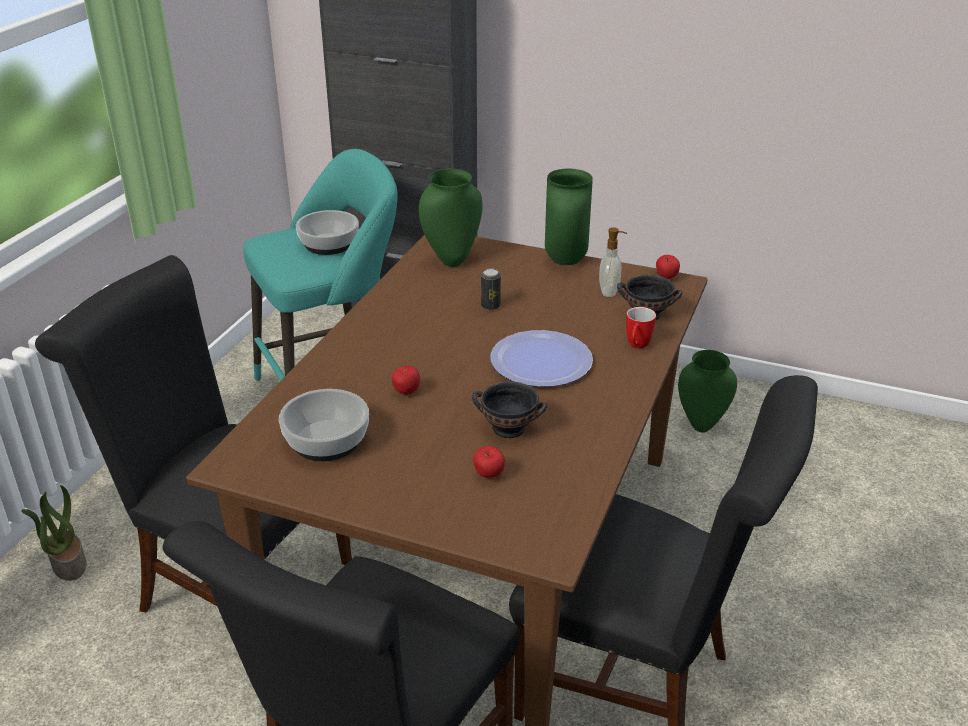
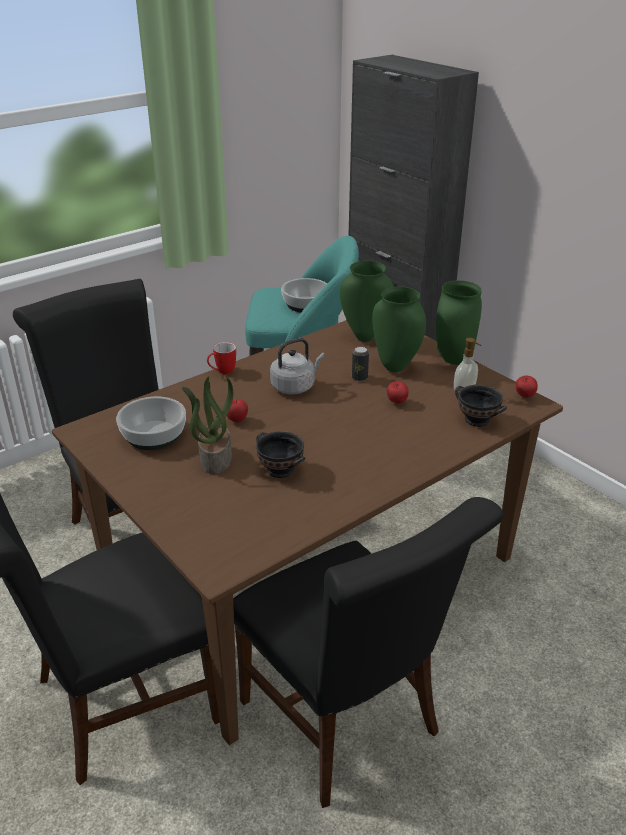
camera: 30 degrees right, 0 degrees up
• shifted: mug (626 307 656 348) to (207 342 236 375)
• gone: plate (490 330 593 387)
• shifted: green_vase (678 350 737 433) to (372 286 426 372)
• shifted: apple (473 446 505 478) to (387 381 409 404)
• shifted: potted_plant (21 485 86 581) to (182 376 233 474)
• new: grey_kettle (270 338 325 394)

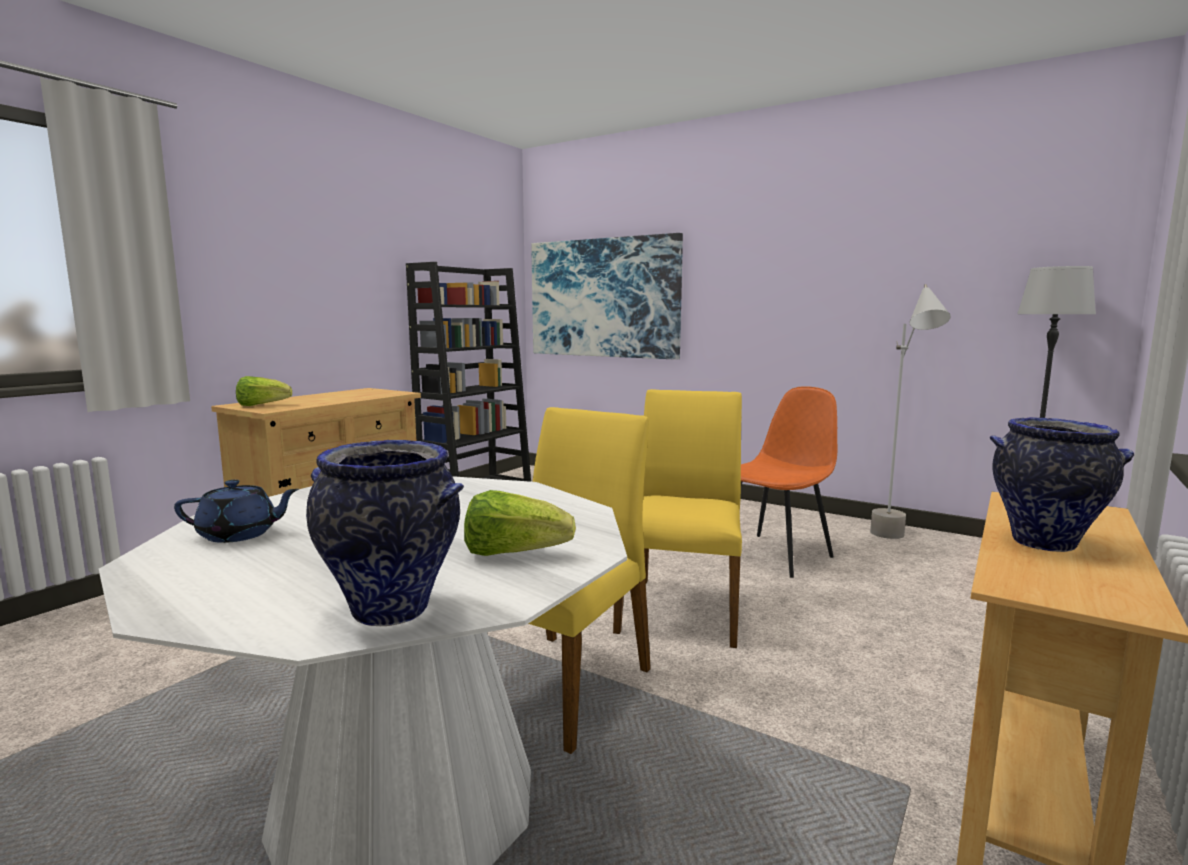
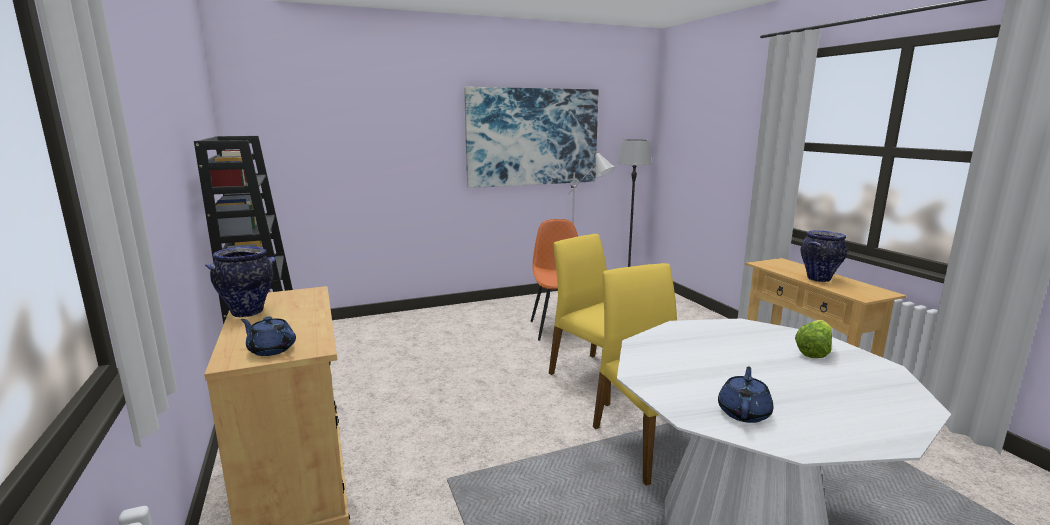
camera: 55 degrees left, 5 degrees up
• shifted: picture (531 233 683 360) to (464 87 599 188)
• swapped: lettuce (236 376 292 406) to blue_teapot (241 317 296 356)
• shifted: vase (306 440 464 626) to (205 247 275 317)

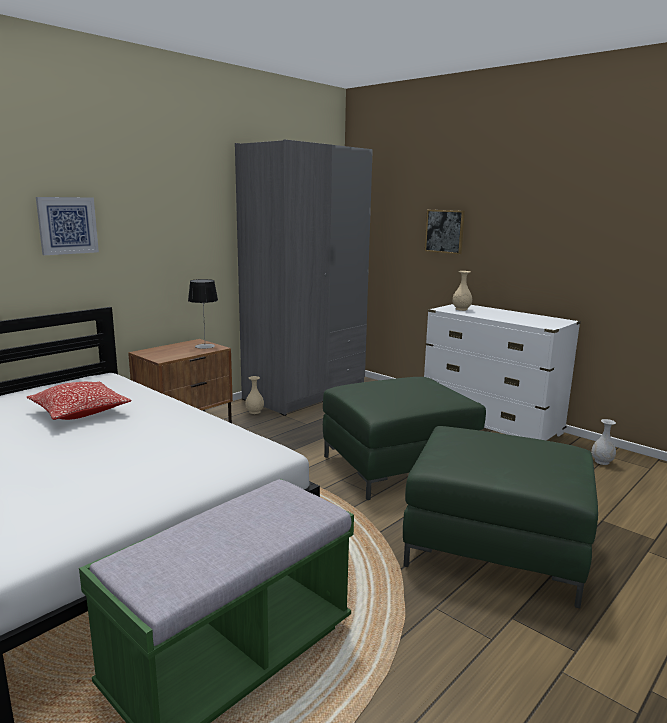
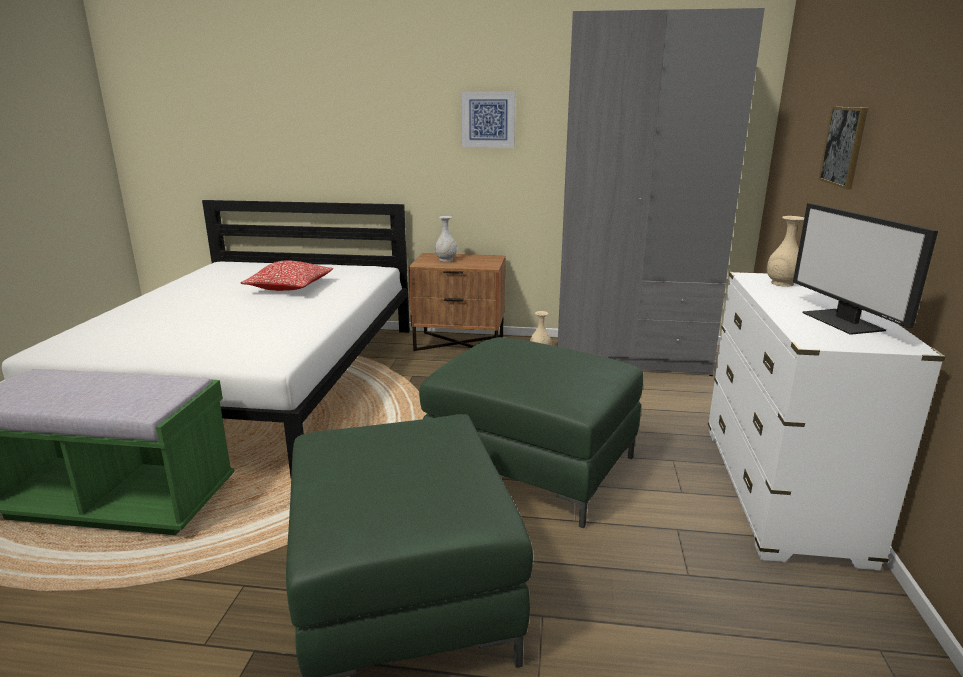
camera: 55 degrees right, 5 degrees up
• shifted: picture (36 197 99 255) to (461 91 515 148)
• gone: table_lamp (188 279 218 349)
• shifted: white_vase (591 419 616 465) to (435 216 457 262)
• new: monitor (793 203 938 335)

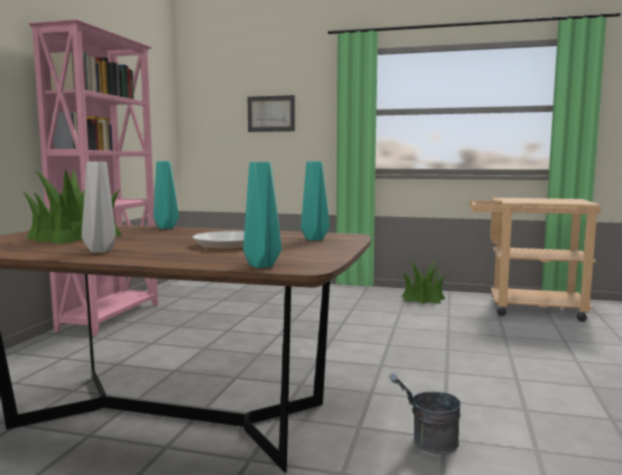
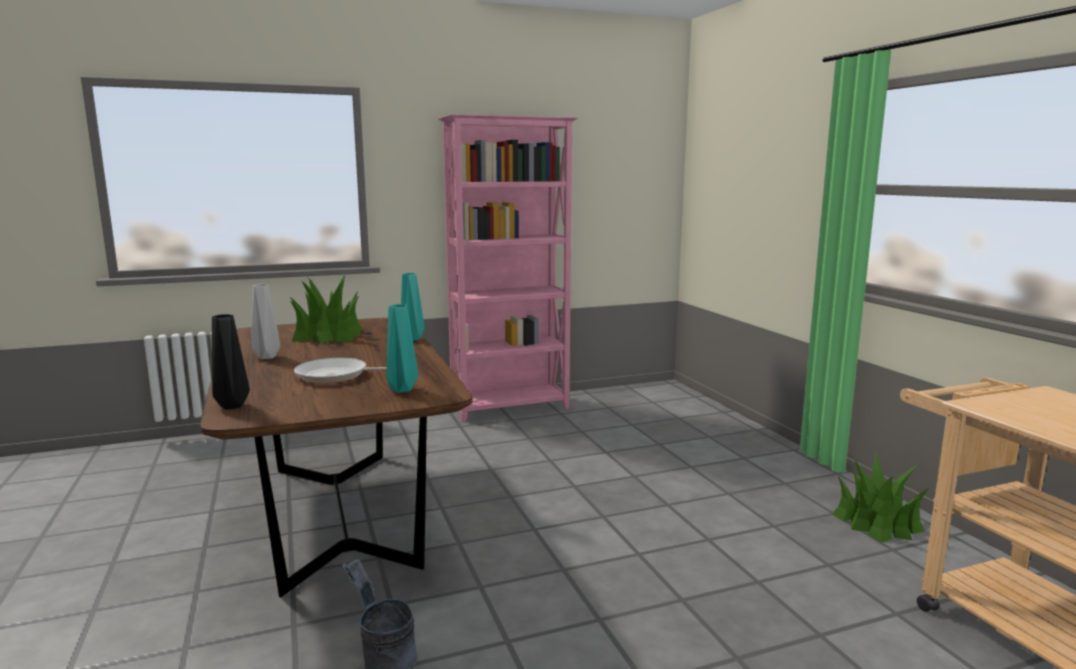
camera: 55 degrees right, 5 degrees up
• gone: picture (248 95 295 132)
• repainted: turquoise_vase (243 162 282 268) to black_vase (212 314 250 410)

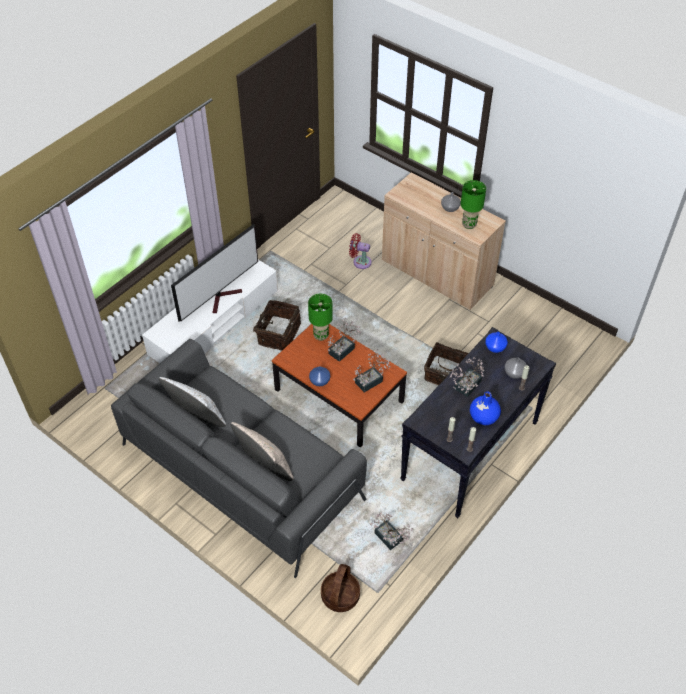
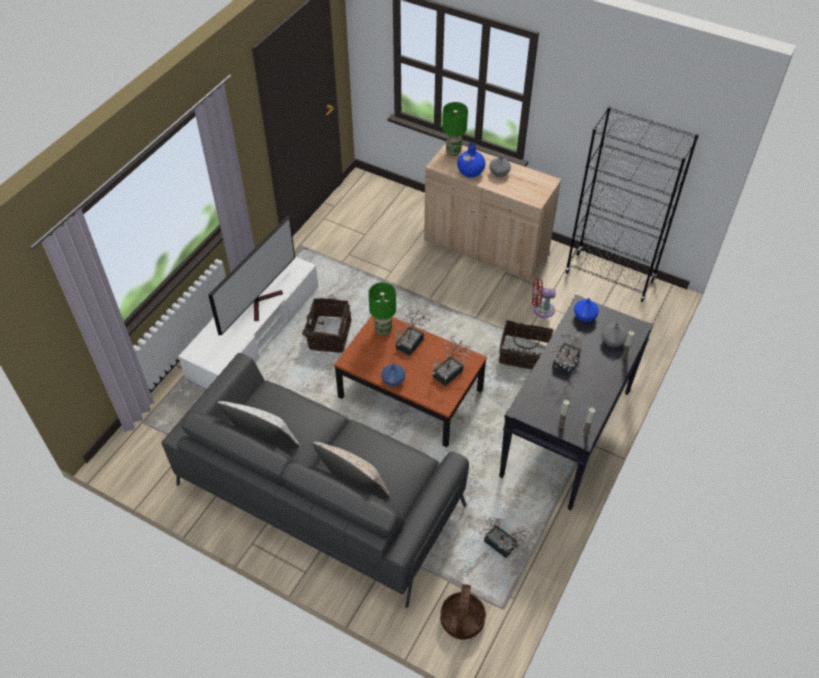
camera: 10 degrees left, 0 degrees up
• shifted: green_table_lamp (461 180 486 229) to (442 102 468 156)
• shifted: red_fan (349 233 372 269) to (532 278 556 318)
• shifted: blue_vase (470 392 501 425) to (457 143 485 178)
• new: black_bookcase (565 106 699 302)

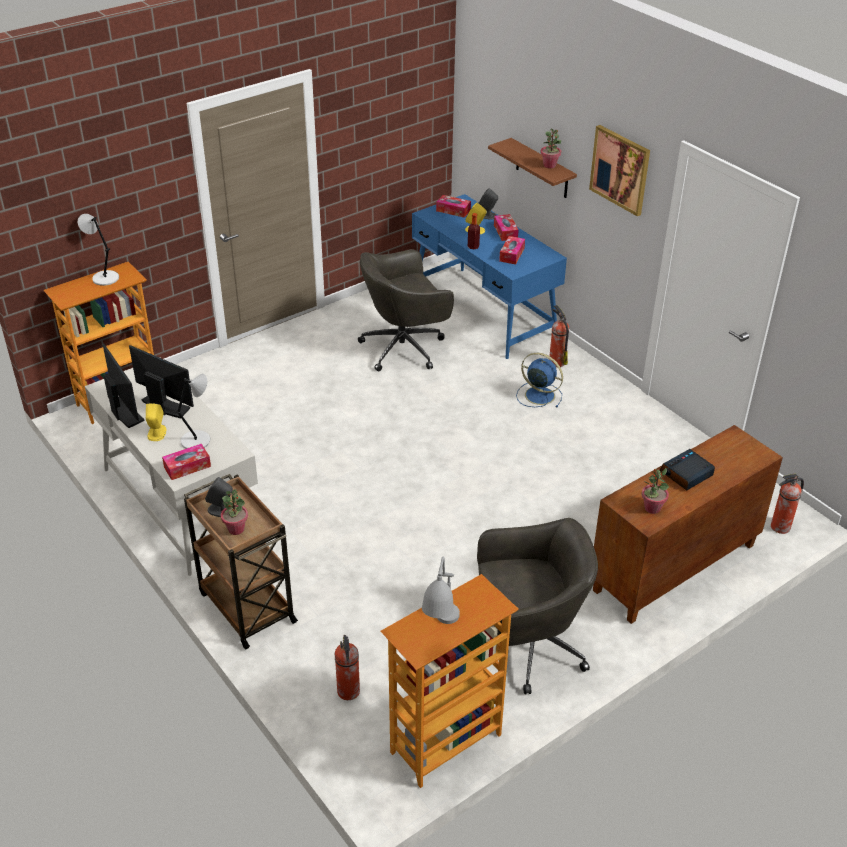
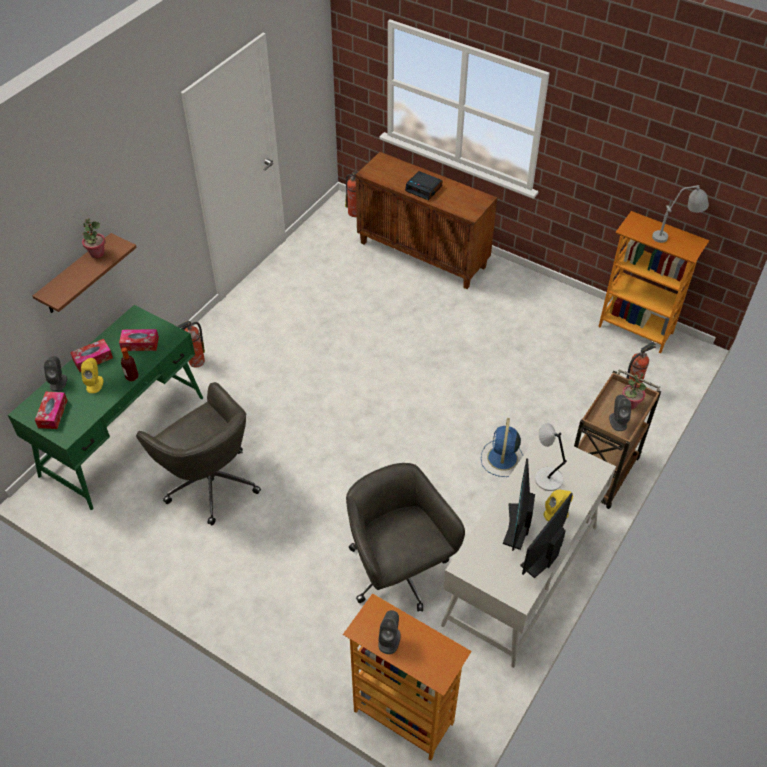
camera: 110 degrees left, 10 degrees up
• gone: picture (589 125 650 216)
• repainted: blue_desk (412 194 567 359) to green_desk (8 305 203 510)
• swapped: grey_table_lamp (78 214 119 286) to grey_speaker (378 610 401 654)
• shifted: blue_fan (516 353 563 407) to (481 418 523 477)
• gone: tissue_box (162 444 211 480)
• gone: potted_plant (642 468 669 514)
• shifted: grey_office_chair (477 518 598 694) to (346 463 465 612)

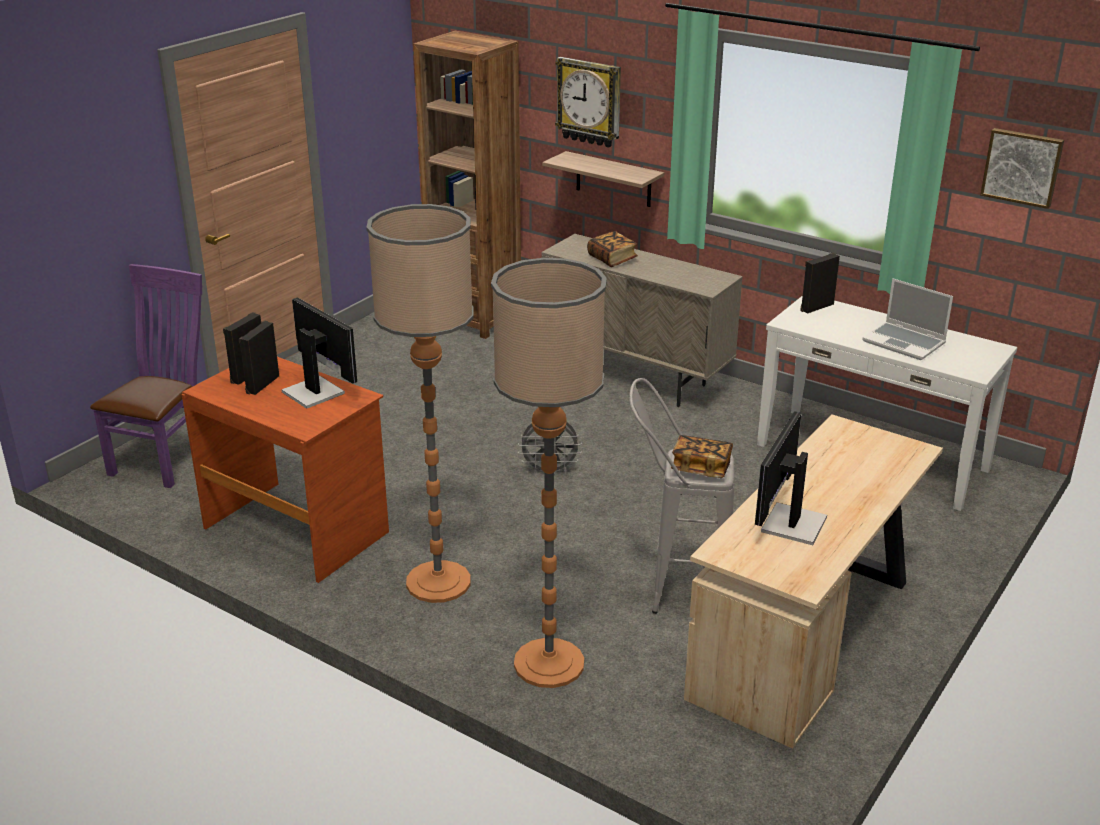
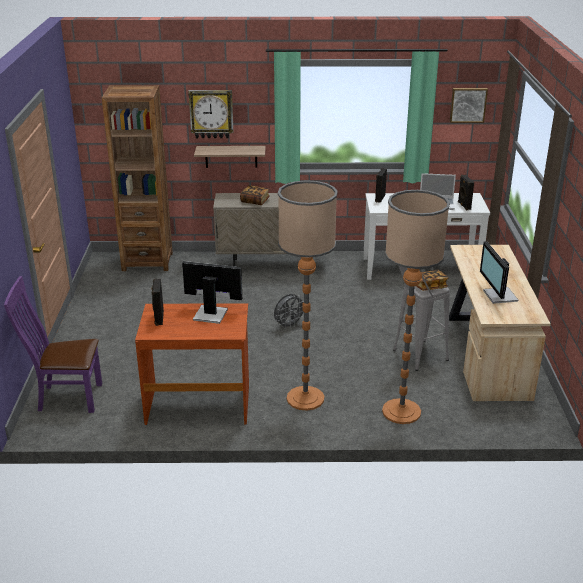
camera: 35 degrees left, 0 degrees up
• rotated: purple_chair (90 264 202 488) = (4 276 102 413) 75 degrees counterclockwise
• shifted: black_speaker (239 320 279 395) to (458 175 474 210)

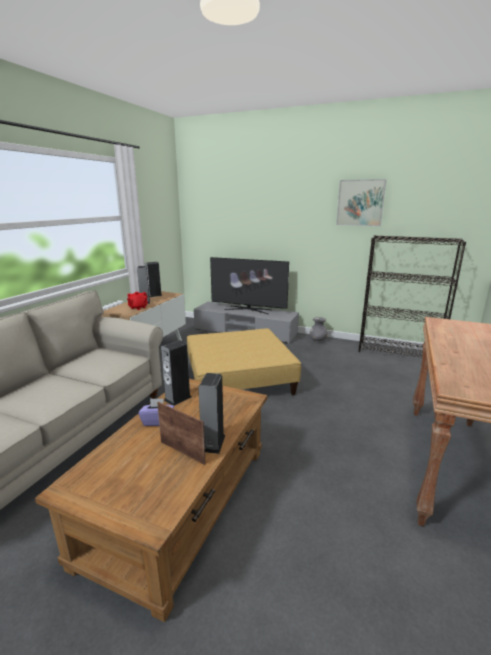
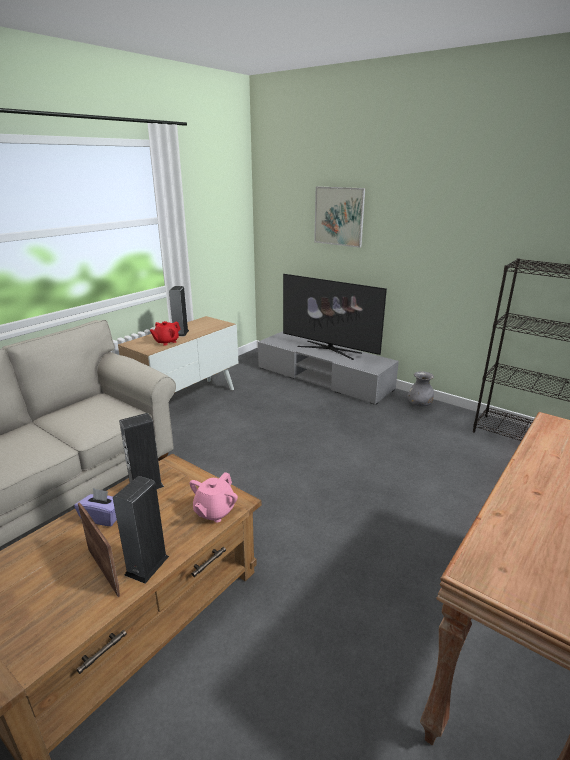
camera: 15 degrees right, 5 degrees up
• shifted: picture (336 179 387 226) to (314 186 365 248)
• gone: speaker (145 262 162 297)
• gone: beige_ottoman (187 328 301 395)
• new: pink_teapot (190 472 238 523)

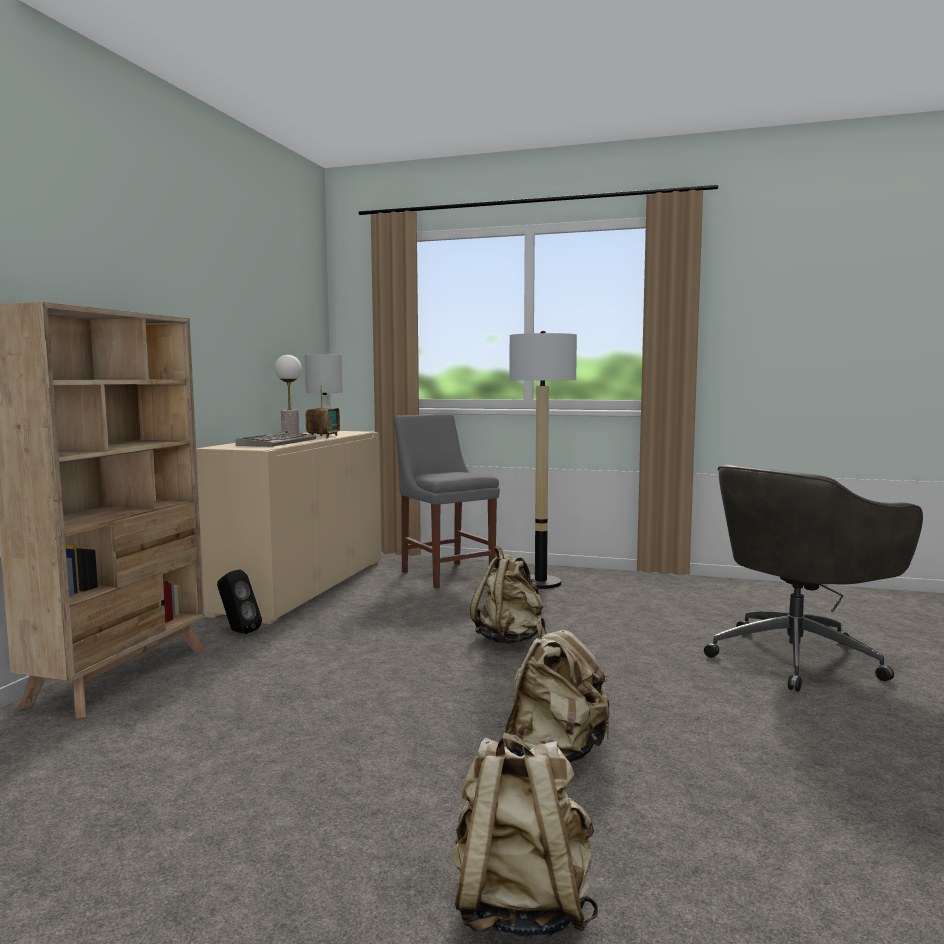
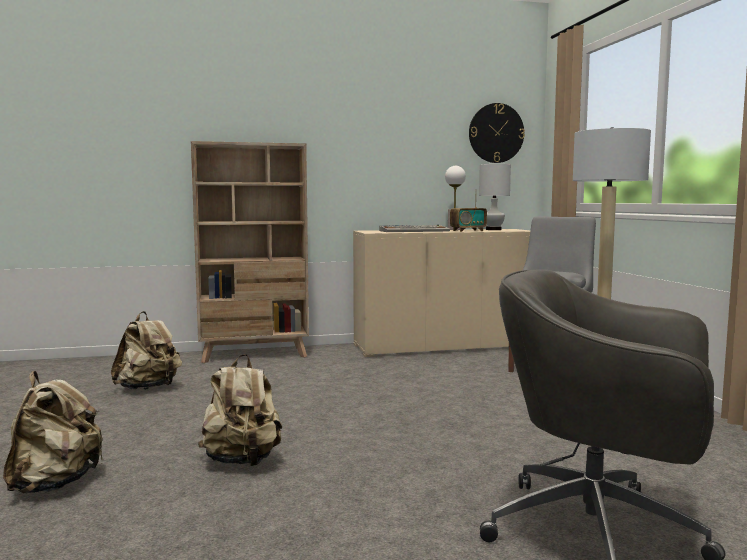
camera: 60 degrees right, 0 degrees up
• shifted: beige_backpack (470 546 543 644) to (111 311 182 389)
• gone: black_speaker (217 570 262 634)
• new: wall_clock (469 103 525 163)

